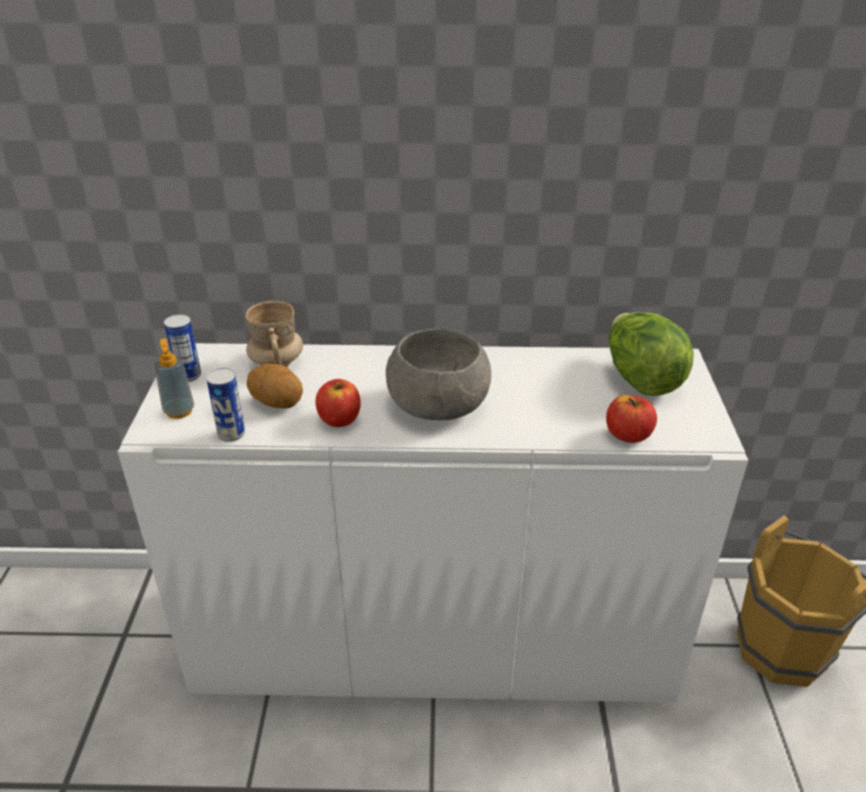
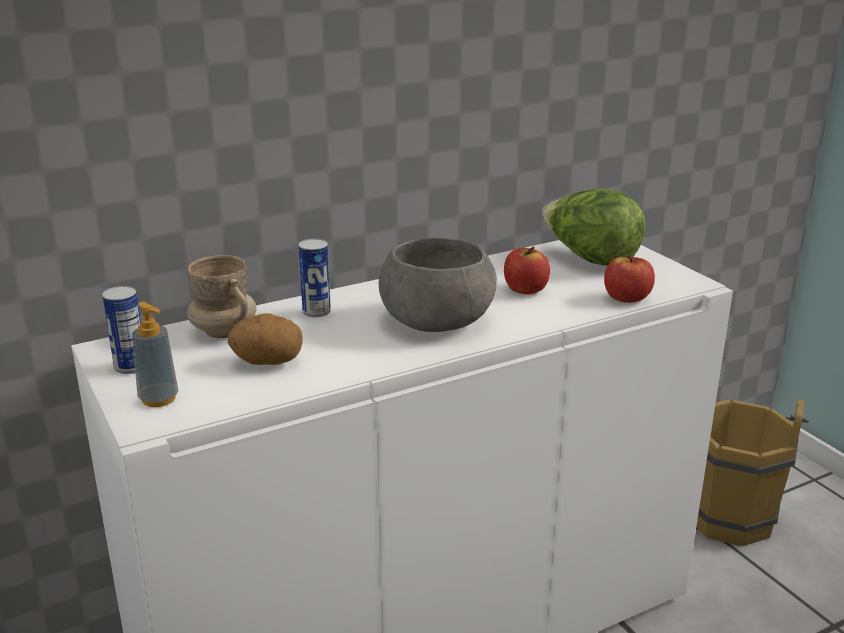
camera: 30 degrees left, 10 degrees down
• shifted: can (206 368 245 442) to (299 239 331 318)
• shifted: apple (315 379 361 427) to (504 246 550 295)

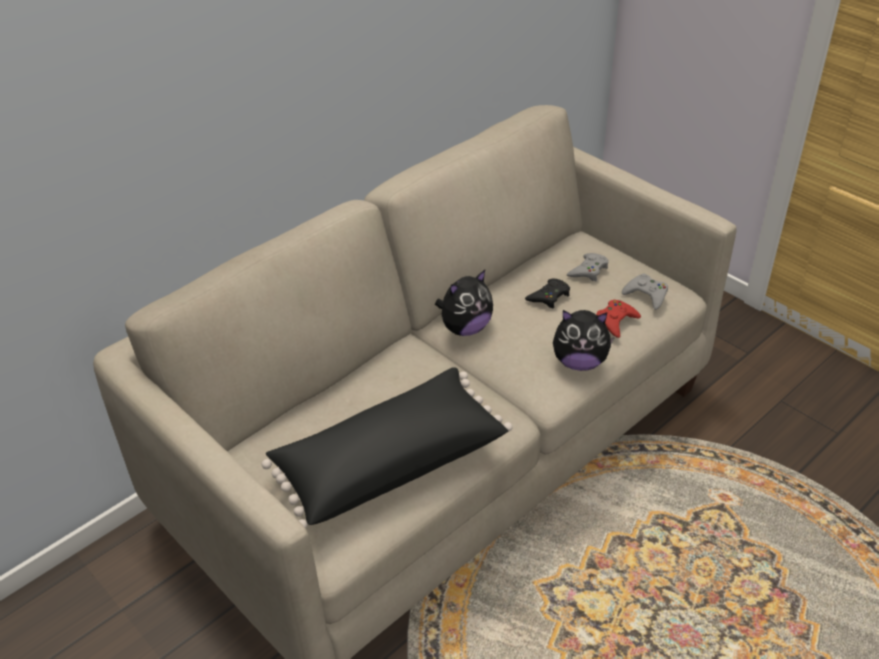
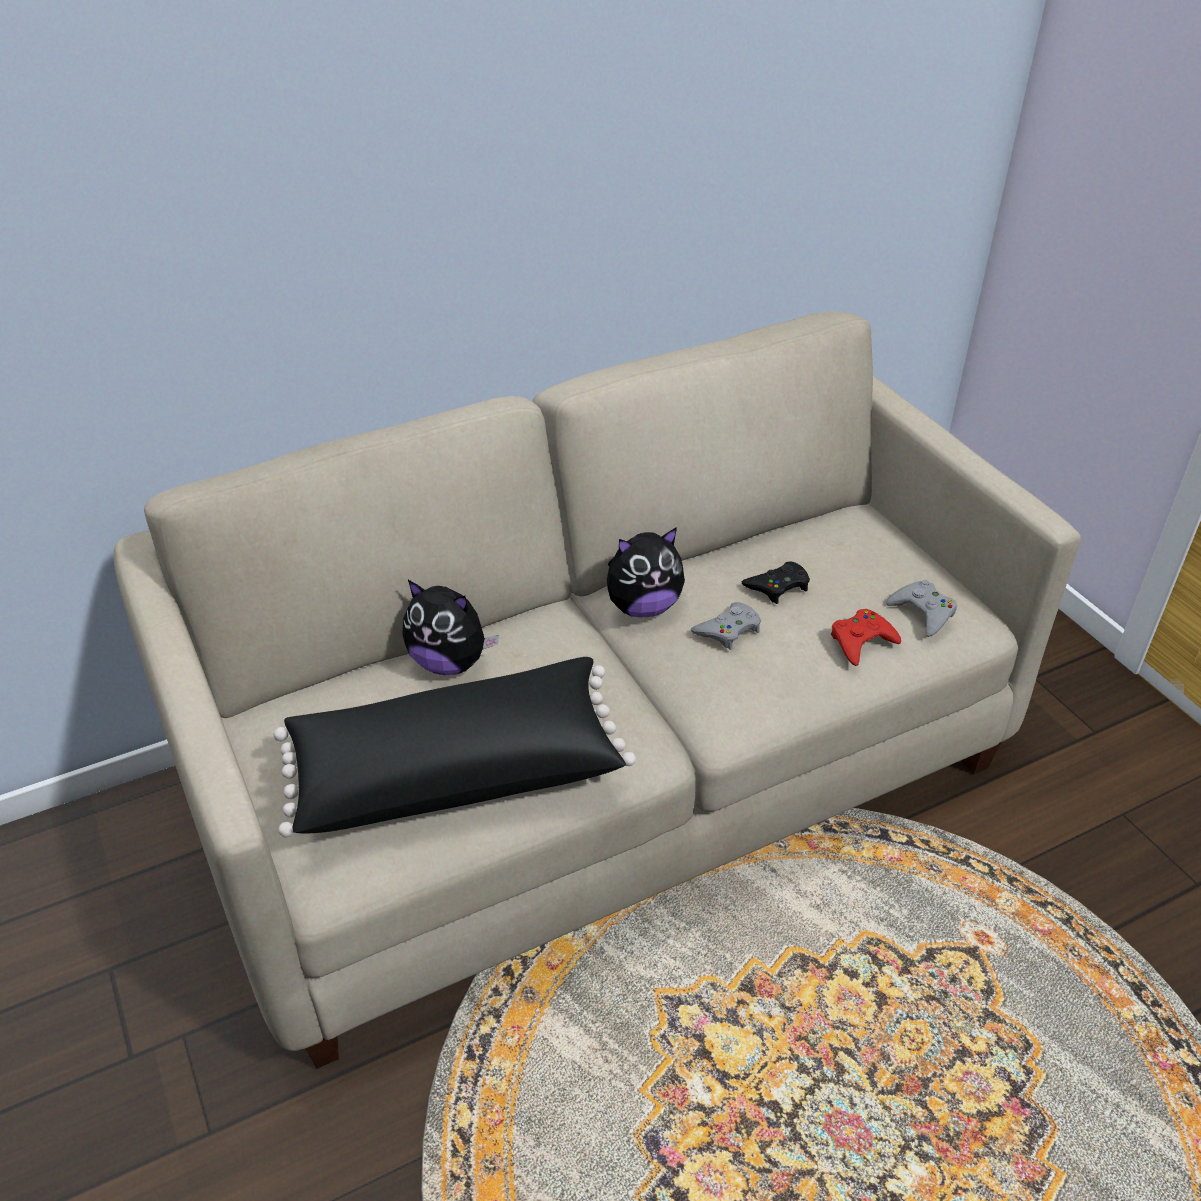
camera: 15 degrees right, 0 degrees up
• shifted: grey_game_controller (567 253 609 281) to (691 602 761 650)
• shifted: plush_toy (553 310 615 371) to (403 580 499 675)

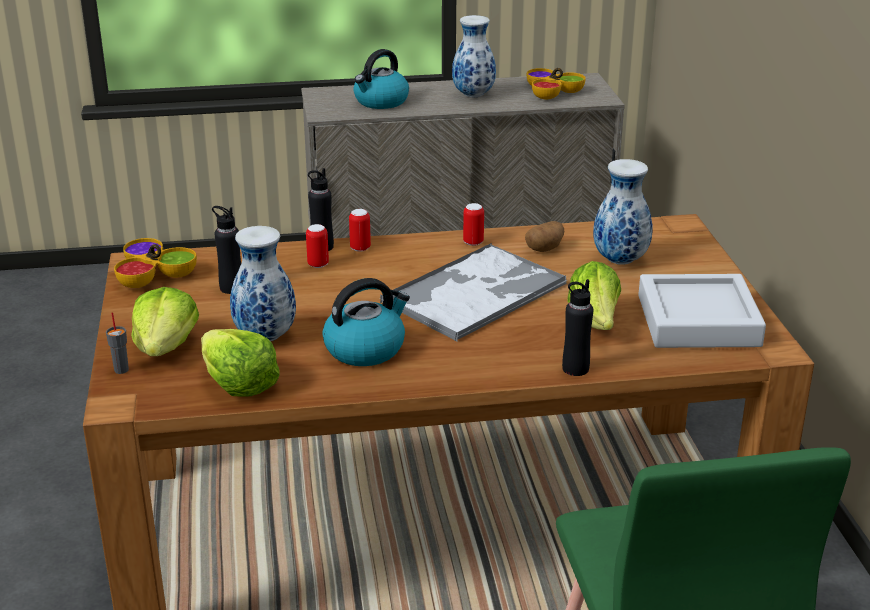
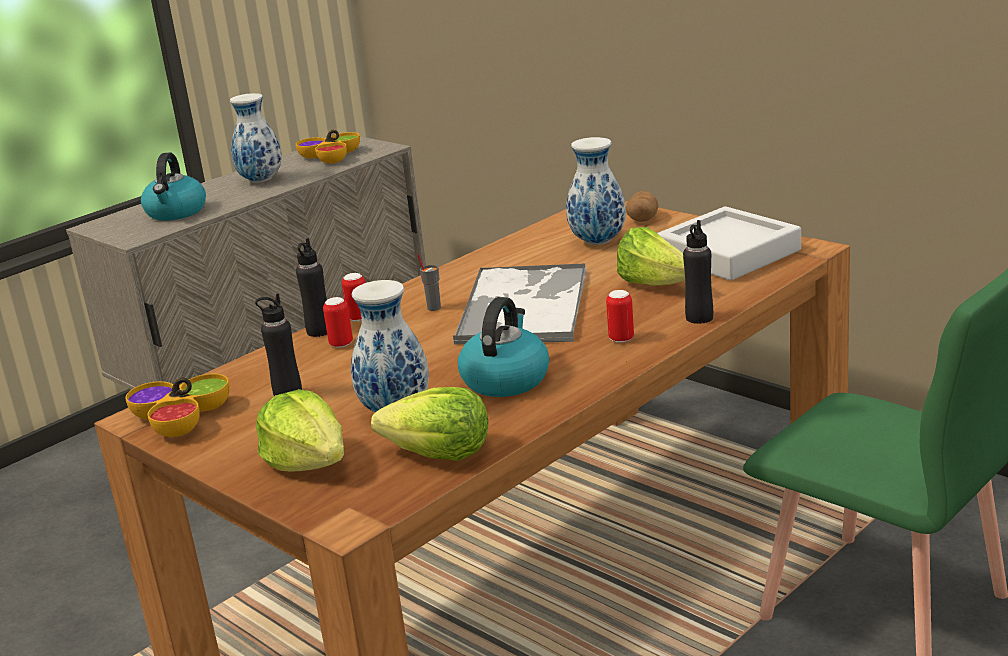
camera: 35 degrees left, 5 degrees down
• shifted: can (463 203 484 246) to (606 290 634 343)
• shifted: potato (525 221 564 252) to (626 191 659 222)
• shifted: grey_cup (106 312 129 374) to (417 254 441 311)

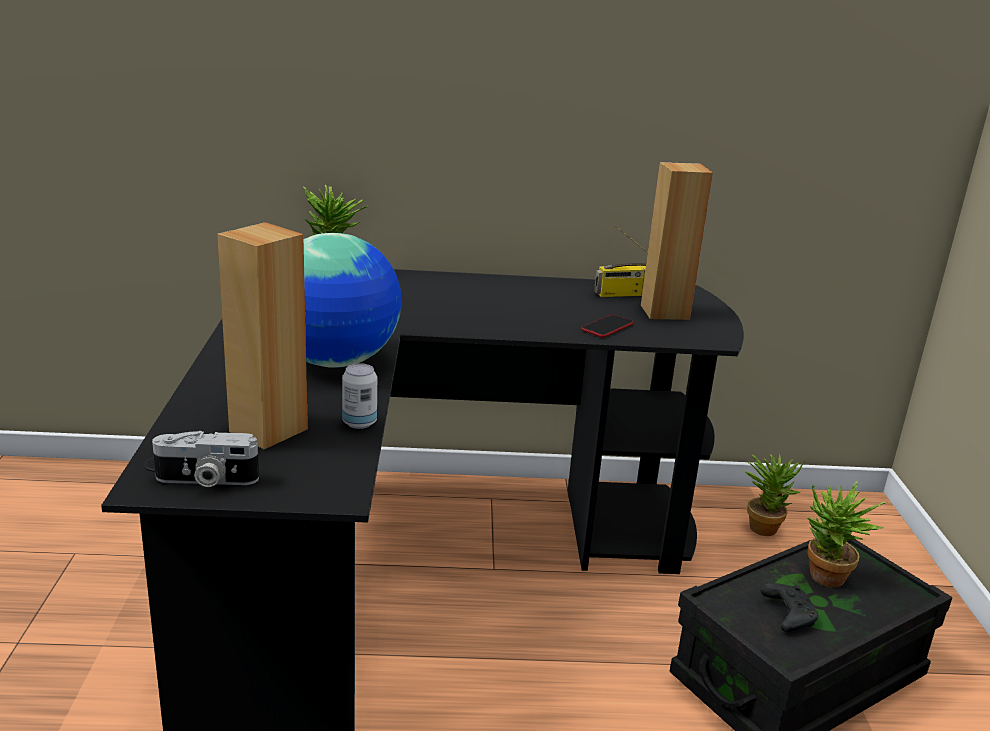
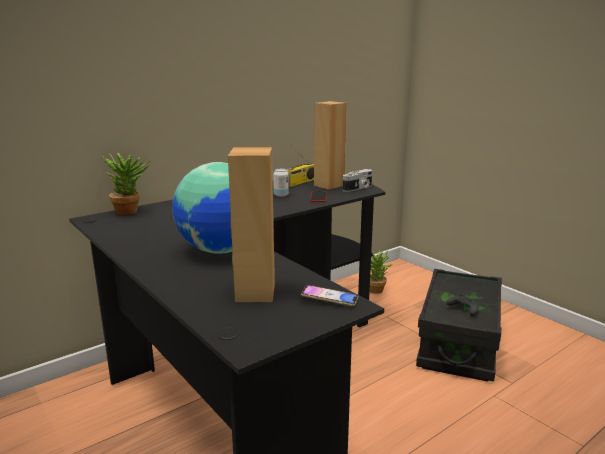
camera: 35 degrees left, 5 degrees down
• shifted: can (342 363 377 429) to (273 169 289 197)
• shifted: photo_camera (152 431 259 487) to (343 169 373 192)
• gone: potted_plant (807 481 887 587)
• new: phone (301 285 358 306)

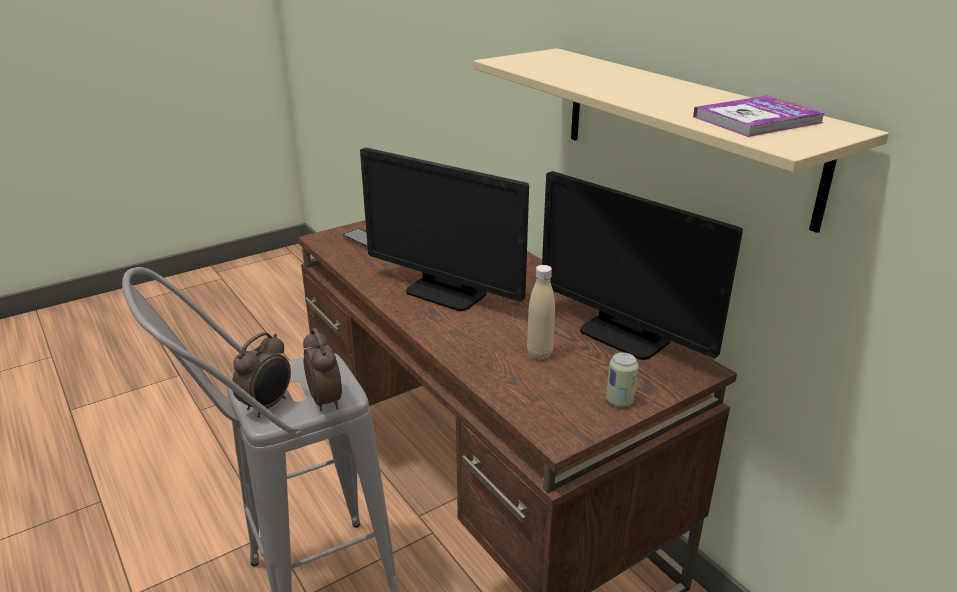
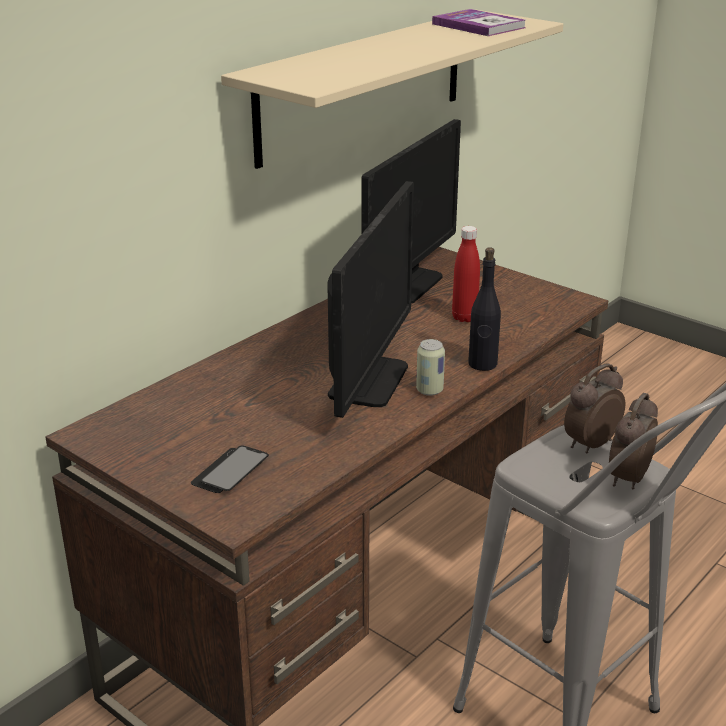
camera: 105 degrees left, 0 degrees up
• repainted: beige_bottle (527 265 555 360) to red_bottle (452 226 480 322)
• rotated: alarm_clock (232 332 291 417) = (609 393 658 489) 75 degrees counterclockwise
• shifted: can (606 352 638 407) to (416 339 445 396)
• new: black_bottle (468 247 501 371)

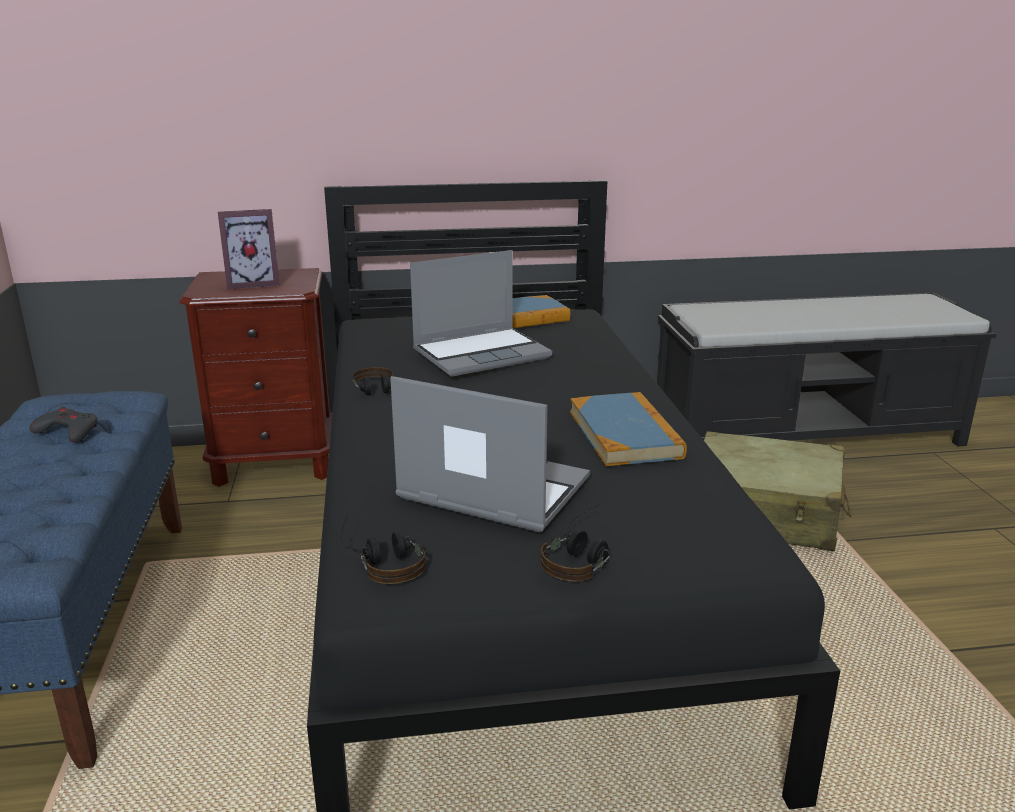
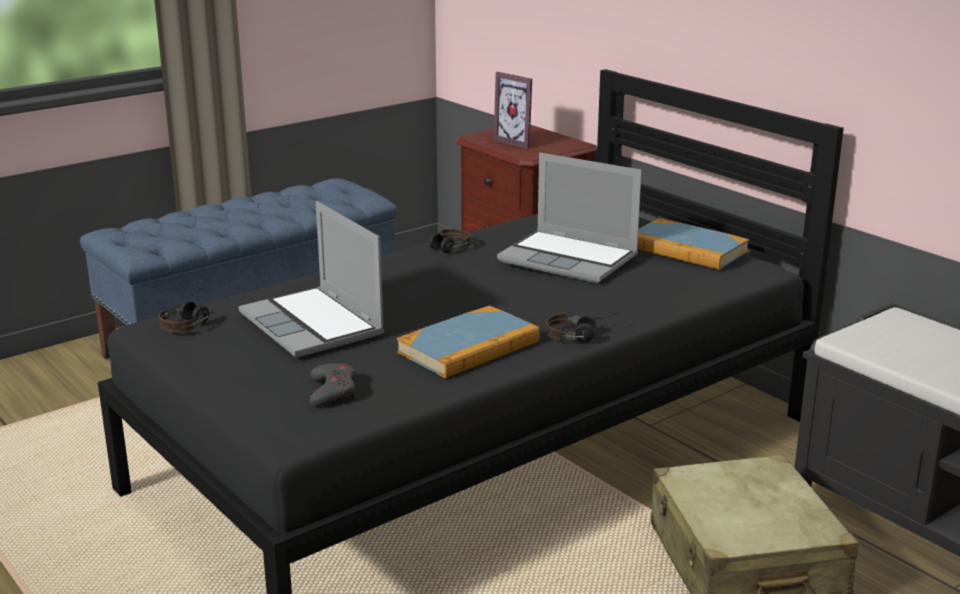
camera: 60 degrees right, 0 degrees up
• rotated: laptop (390 376 590 532) = (238 201 384 358) 150 degrees clockwise
• shifted: grey_game_controller (29 407 97 442) to (310 363 355 406)
• shifted: headphones (541 505 610 582) to (546 312 624 342)

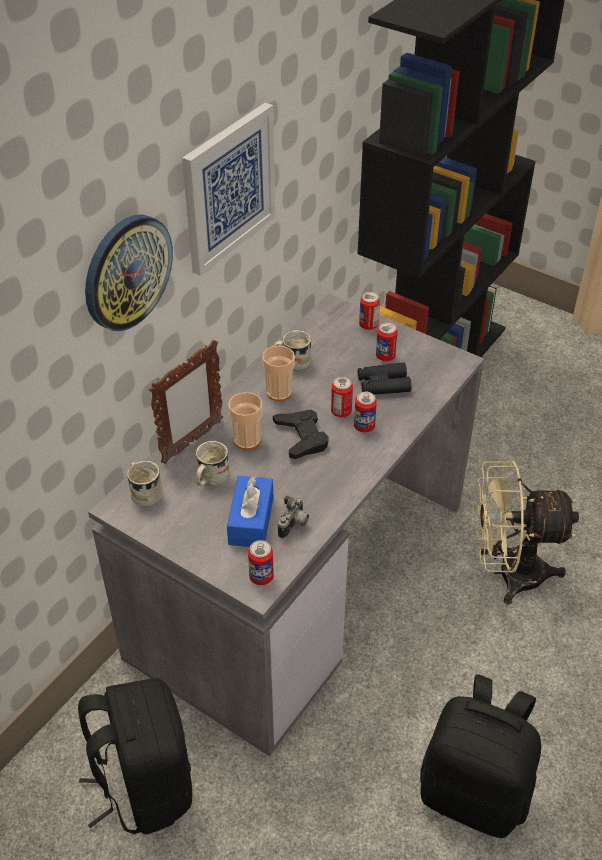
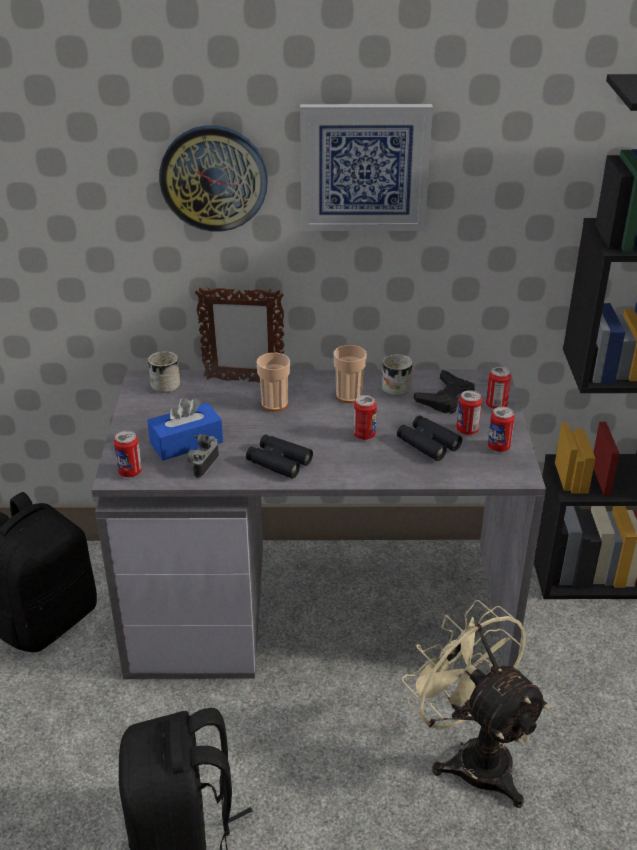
camera: 55 degrees right, 10 degrees down
• shifted: can (354 392 377 433) to (488 407 515 452)
• shifted: black_game_controller (273 409 329 459) to (414 370 475 414)
• gone: white_mug (196 441 229 486)
• rotated: photo_camera (278 496 309 538) = (187 434 219 478) 120 degrees clockwise
• new: black_binoculars (246 434 313 479)

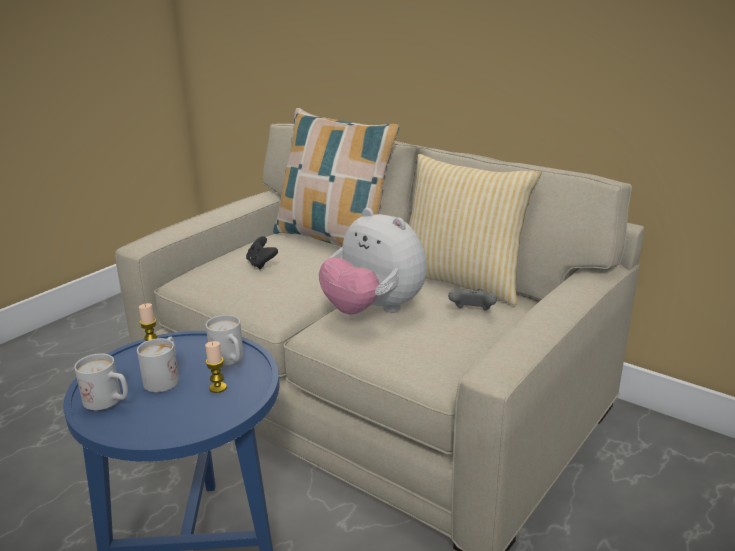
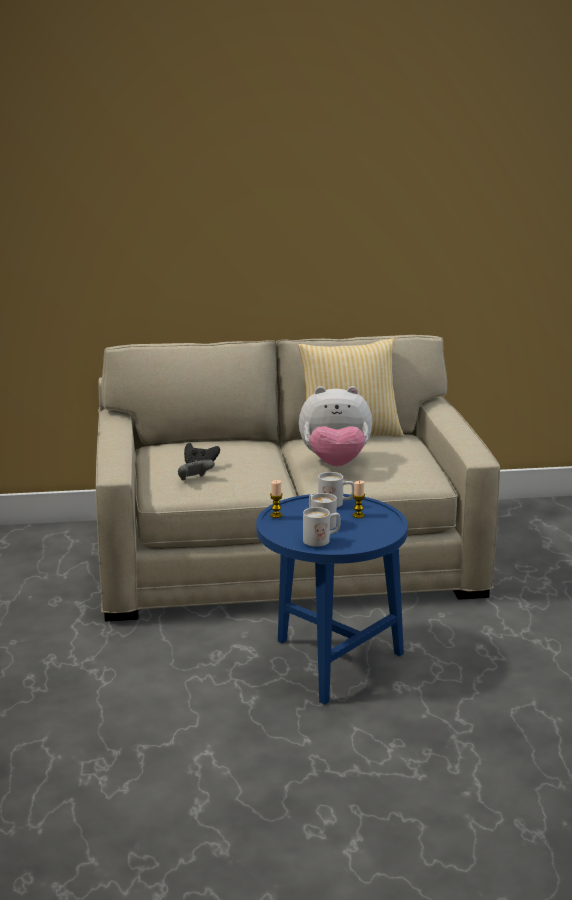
camera: 45 degrees left, 5 degrees down
• gone: pillow (273 108 400 247)
• shifted: grey_game_controller (448 289 497 311) to (178 460 215 480)

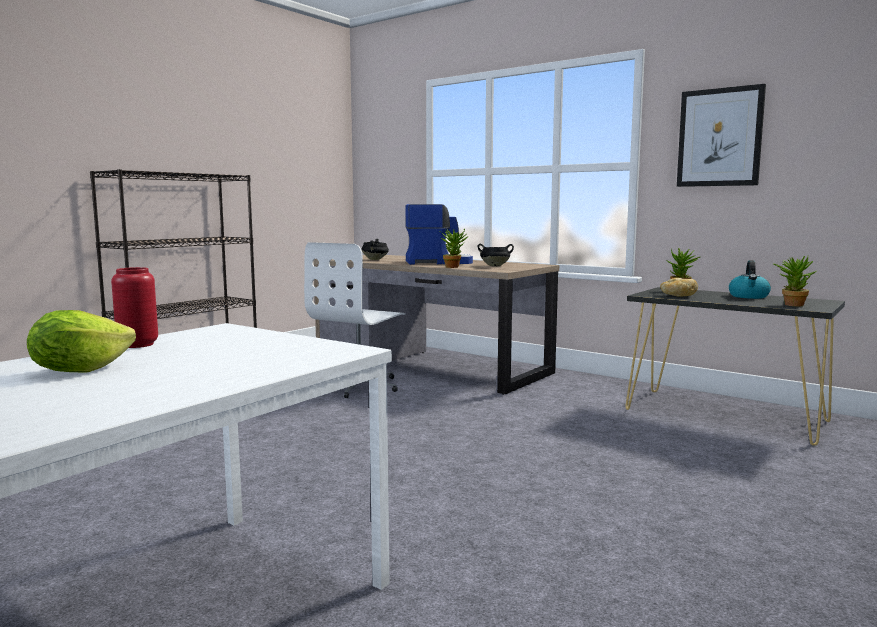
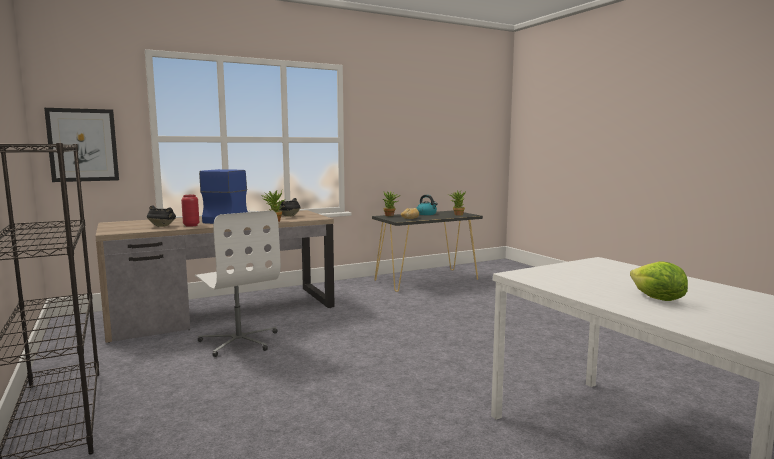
camera: 65 degrees left, 0 degrees up
• shifted: picture (677 84 766 187) to (44 108 119 182)
• shifted: red_vase (111 267 158 348) to (181 195 199 227)

